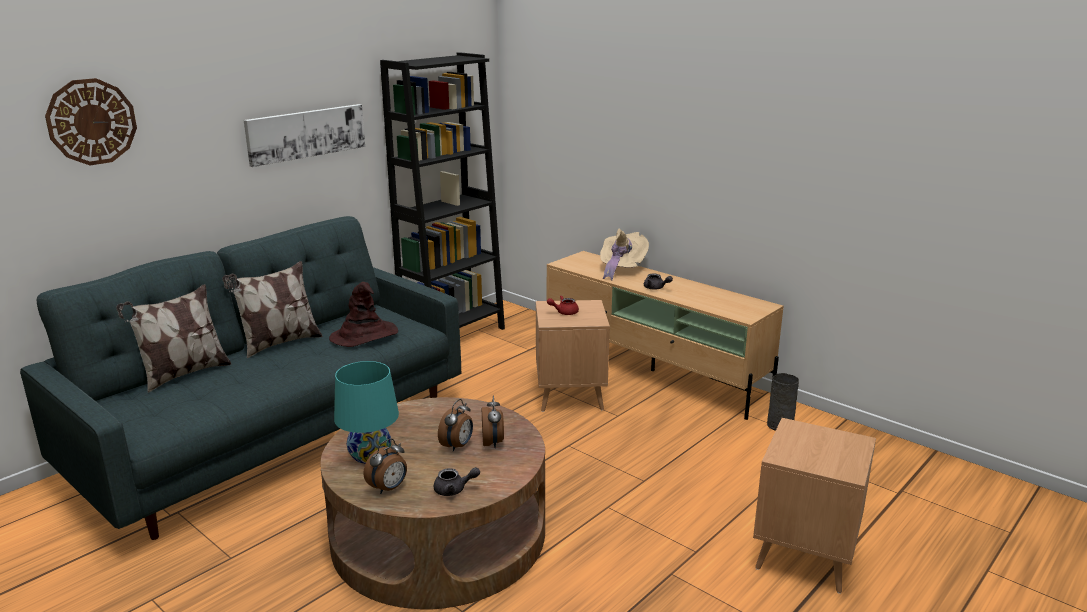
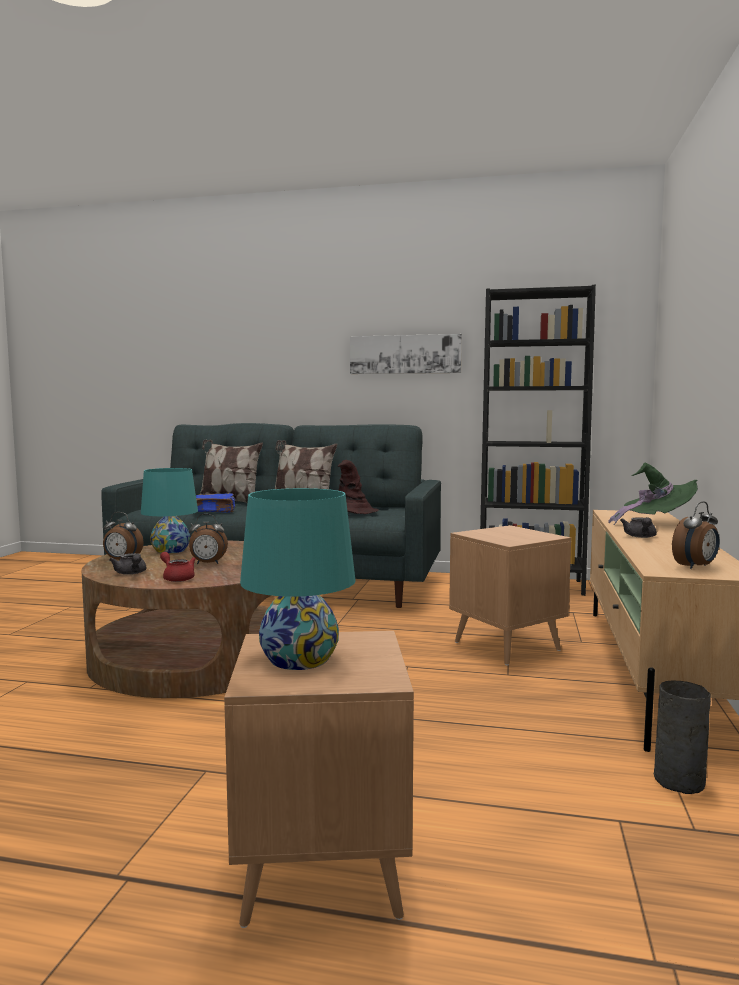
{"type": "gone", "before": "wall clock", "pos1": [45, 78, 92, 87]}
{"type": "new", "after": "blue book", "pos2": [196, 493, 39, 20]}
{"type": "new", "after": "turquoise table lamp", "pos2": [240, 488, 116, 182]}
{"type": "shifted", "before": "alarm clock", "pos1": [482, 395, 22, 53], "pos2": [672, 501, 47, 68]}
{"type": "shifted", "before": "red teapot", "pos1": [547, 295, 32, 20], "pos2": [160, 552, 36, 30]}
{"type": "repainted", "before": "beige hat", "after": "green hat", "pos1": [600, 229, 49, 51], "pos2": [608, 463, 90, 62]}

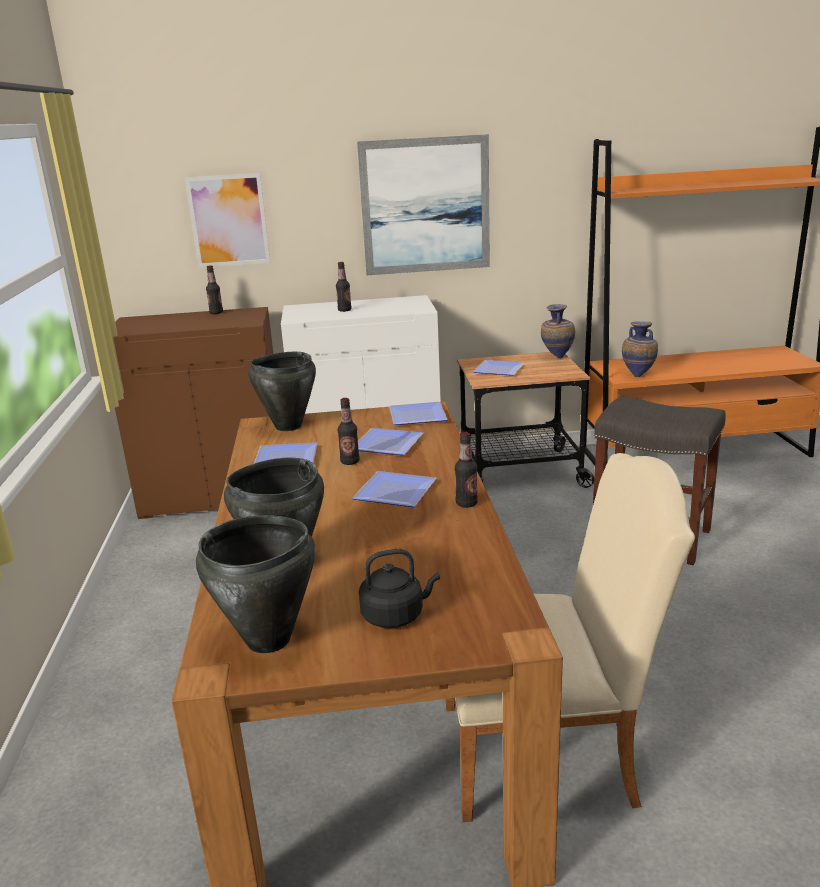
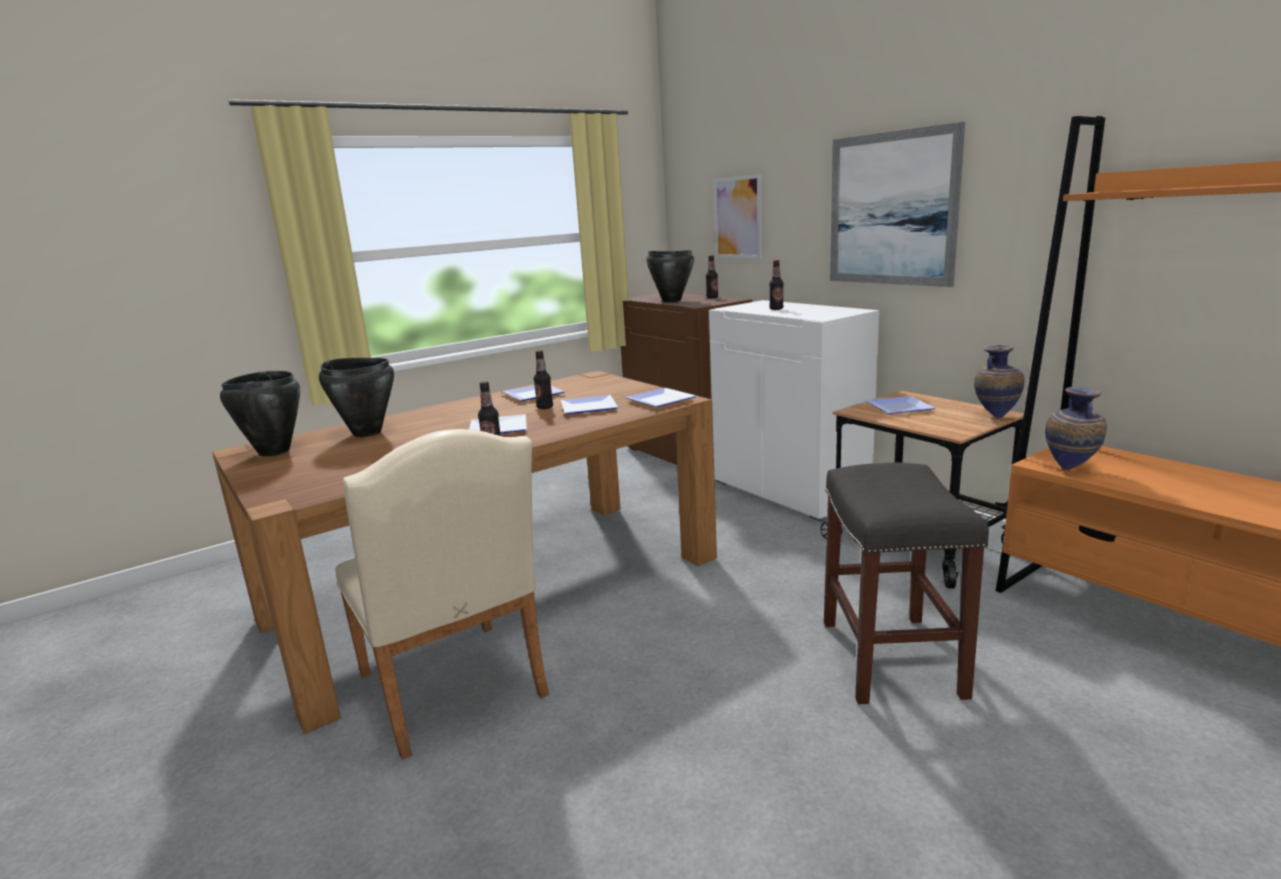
{"type": "gone", "before": "black kettle", "pos1": [359, 549, 81, 79]}
{"type": "shifted", "before": "black cooking pot", "pos1": [248, 352, 68, 79], "pos2": [646, 250, 48, 53]}

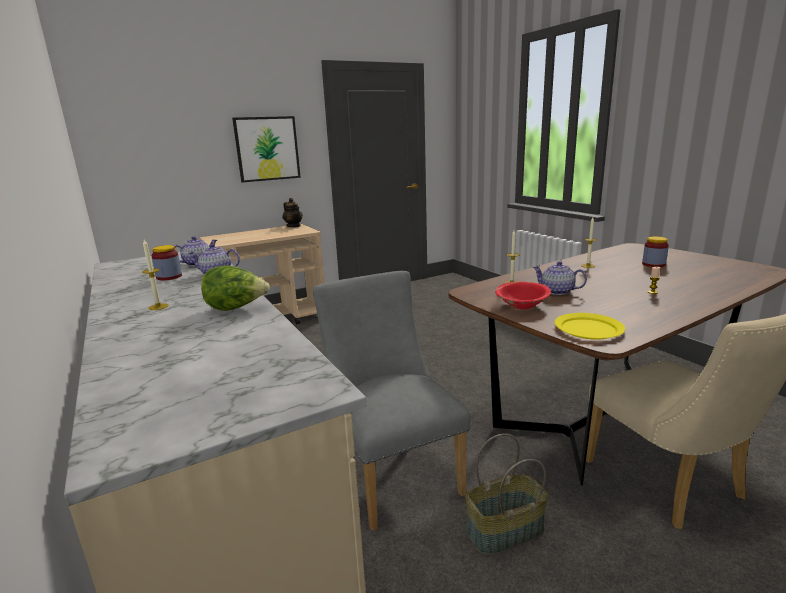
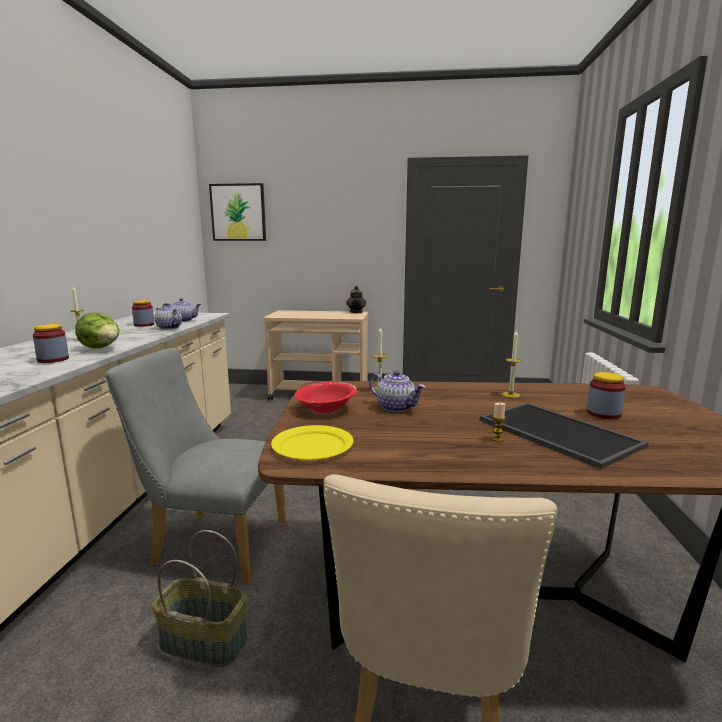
{"type": "new", "after": "jar", "pos2": [33, 324, 36, 39]}
{"type": "new", "after": "tray", "pos2": [480, 403, 168, 66]}
{"type": "shifted", "before": "picture", "pos1": [232, 116, 69, 66], "pos2": [209, 183, 57, 58]}
{"type": "rotated", "before": "grey chair", "pos1": [313, 271, 157, 260], "pos2": [105, 348, 181, 236], "turn": -90}
{"type": "rotated", "before": "teapot", "pos1": [533, 261, 54, 34], "pos2": [369, 370, 56, 42], "turn": 150}

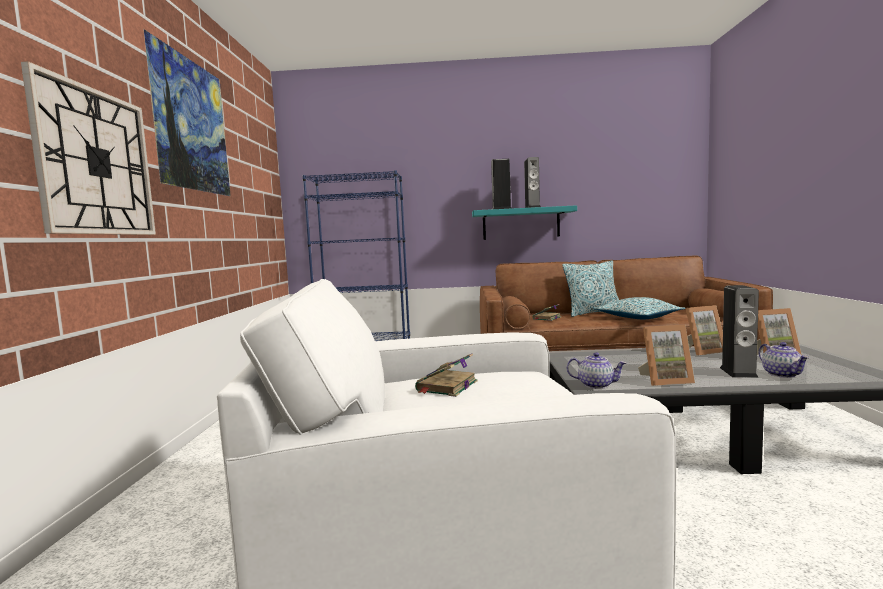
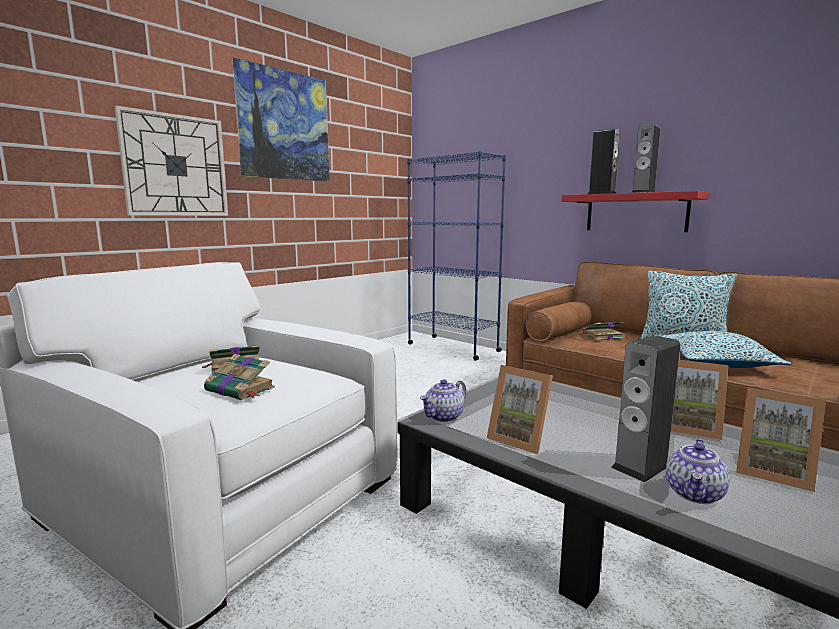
{"type": "new", "after": "book", "pos2": [204, 354, 71, 46]}
{"type": "repainted", "before": "turquoise shelf", "after": "red shelf", "pos1": [472, 205, 105, 35], "pos2": [561, 191, 148, 41]}
{"type": "rotated", "before": "teapot", "pos1": [567, 352, 60, 37], "pos2": [420, 379, 46, 43], "turn": 75}

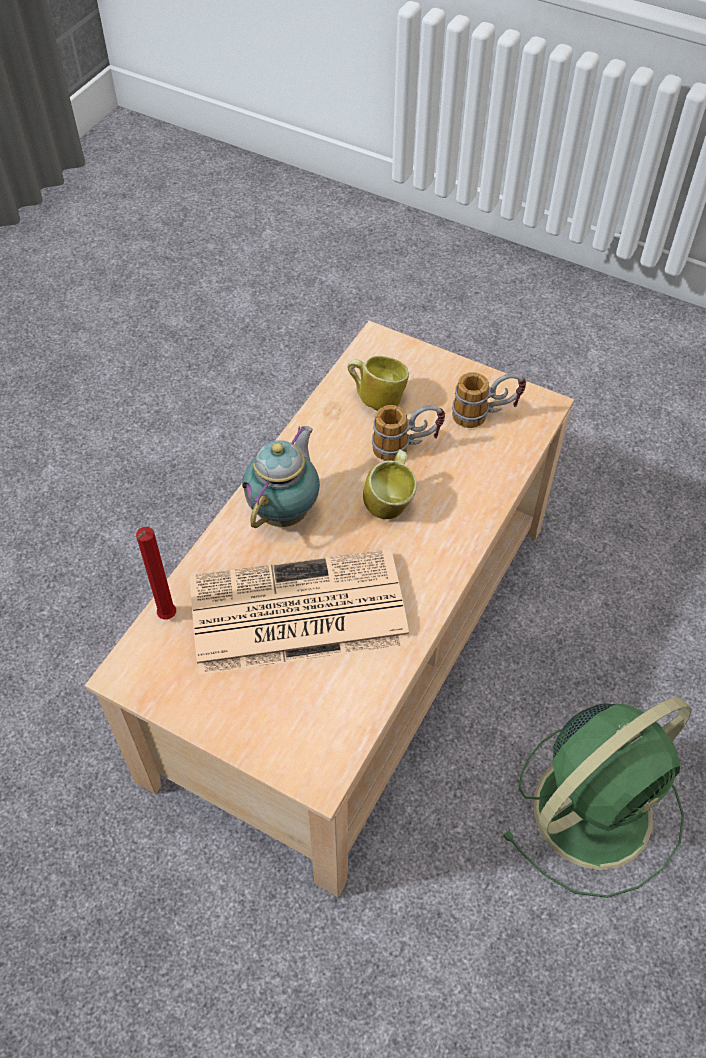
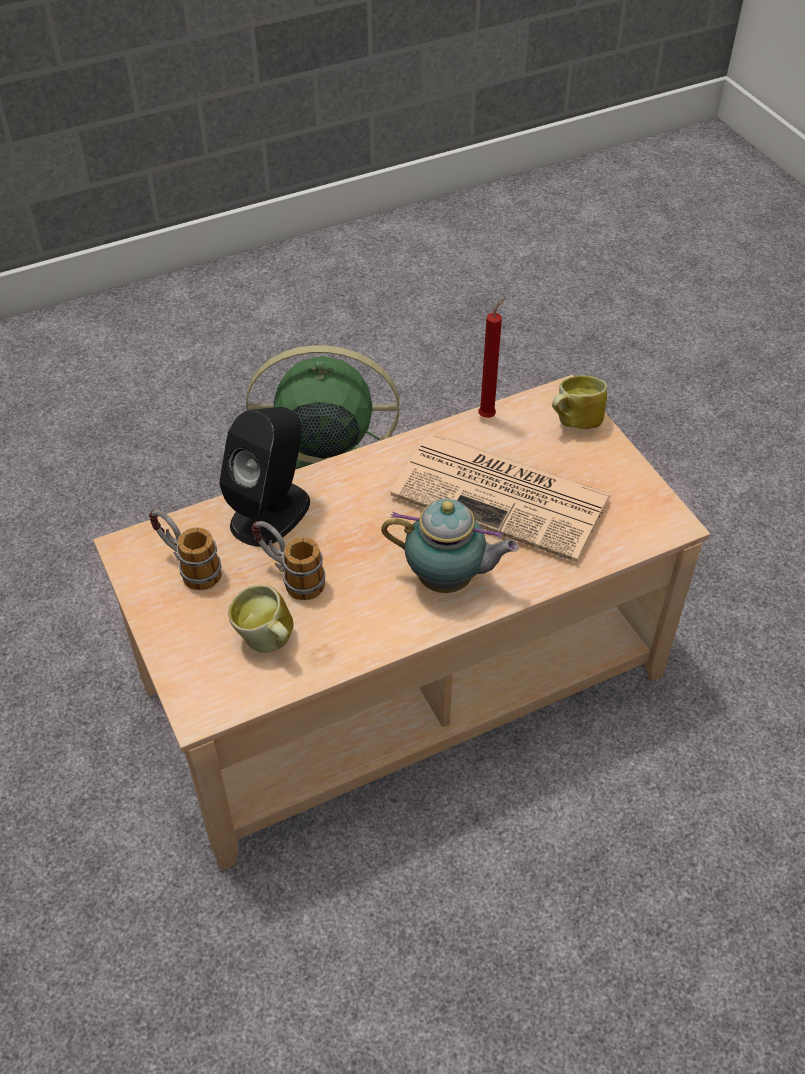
{"type": "new", "after": "black speaker", "pos2": [219, 407, 91, 140]}
{"type": "shifted", "before": "red candle", "pos1": [136, 527, 40, 93], "pos2": [479, 297, 26, 121]}
{"type": "shifted", "before": "mug", "pos1": [363, 449, 54, 70], "pos2": [552, 376, 55, 53]}
{"type": "rotated", "before": "teapot", "pos1": [242, 426, 78, 102], "pos2": [381, 499, 138, 94], "turn": -135}

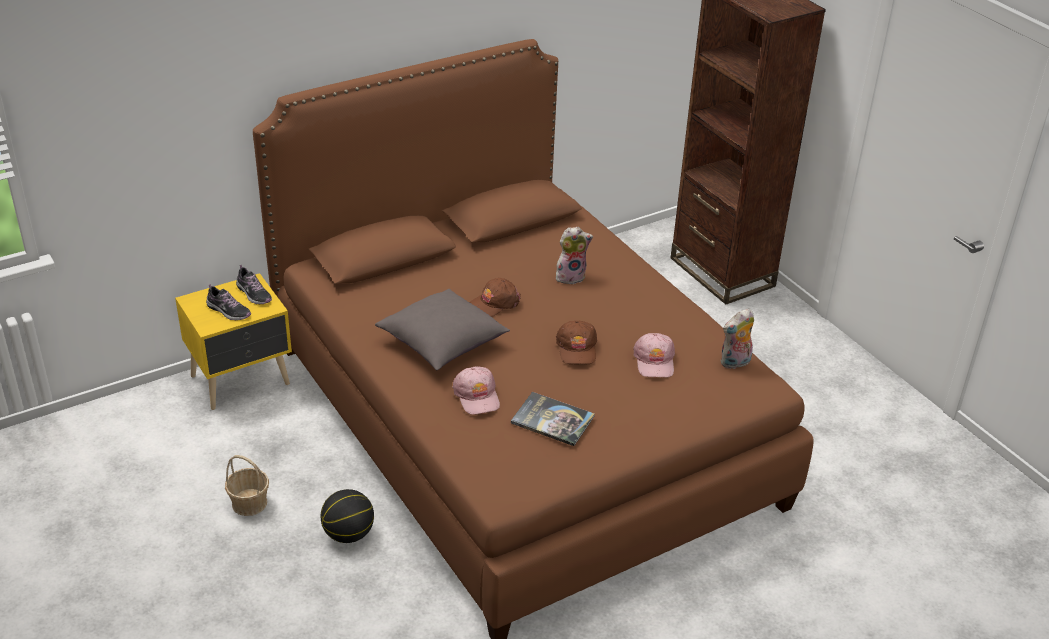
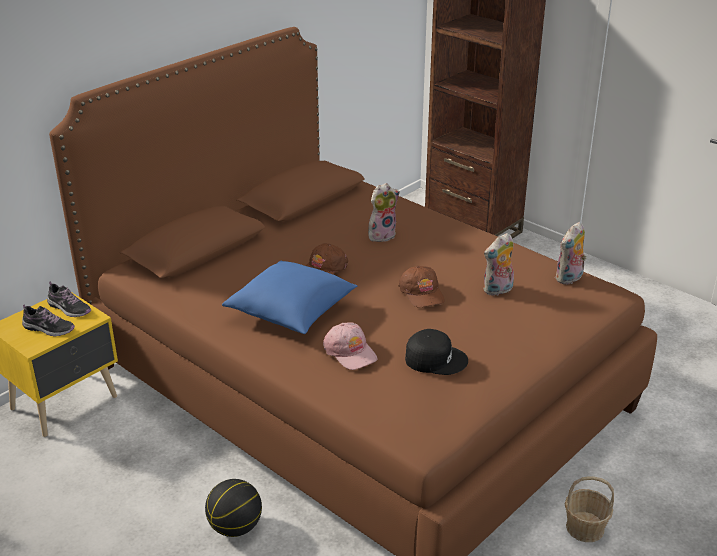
{"type": "shifted", "before": "basket", "pos1": [225, 455, 44, 61], "pos2": [565, 476, 49, 66]}
{"type": "swapped", "before": "book", "after": "black cap", "pos1": [511, 392, 84, 54], "pos2": [405, 329, 63, 46]}
{"type": "swapped", "before": "pink cap", "after": "plush toy", "pos1": [633, 333, 42, 45], "pos2": [484, 233, 30, 63]}
{"type": "repainted", "before": "grey pillow", "after": "blue pillow", "pos1": [375, 289, 135, 81], "pos2": [222, 261, 135, 73]}

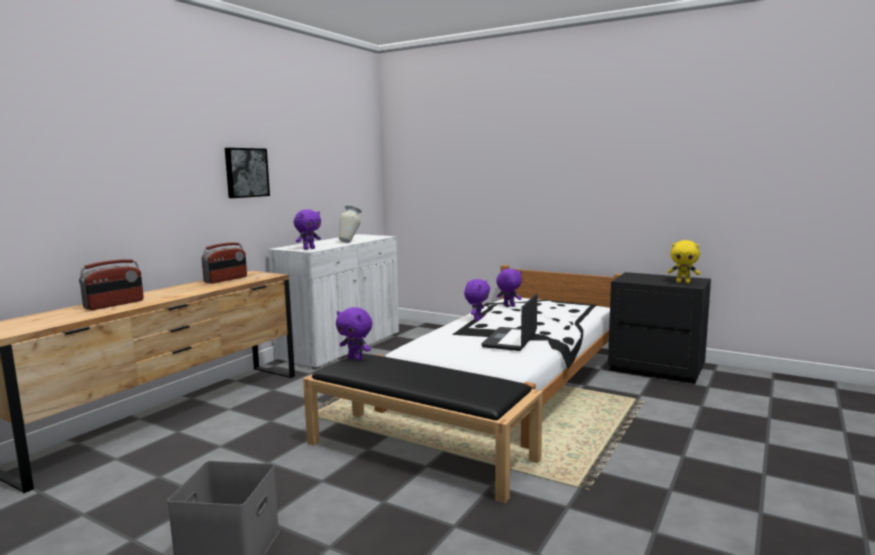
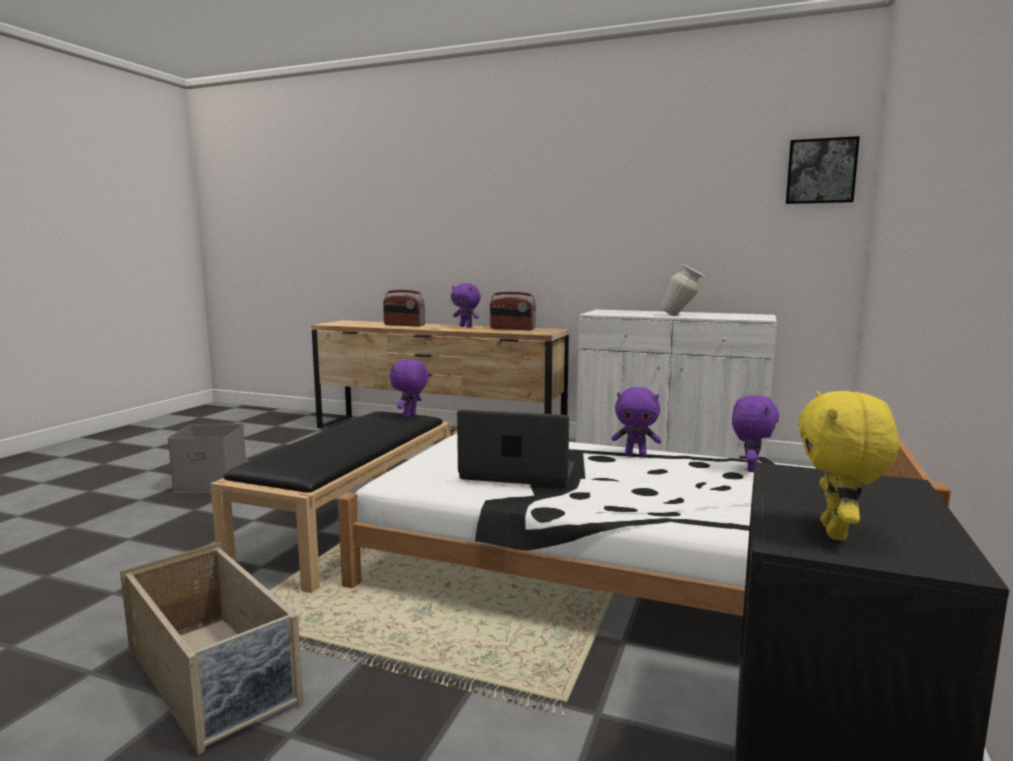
{"type": "new", "after": "beige storage box", "pos2": [120, 542, 184, 213]}
{"type": "shifted", "before": "picture", "pos1": [225, 148, 45, 50], "pos2": [786, 136, 74, 68]}
{"type": "shifted", "before": "purple plush toy", "pos1": [294, 209, 27, 41], "pos2": [451, 283, 30, 44]}

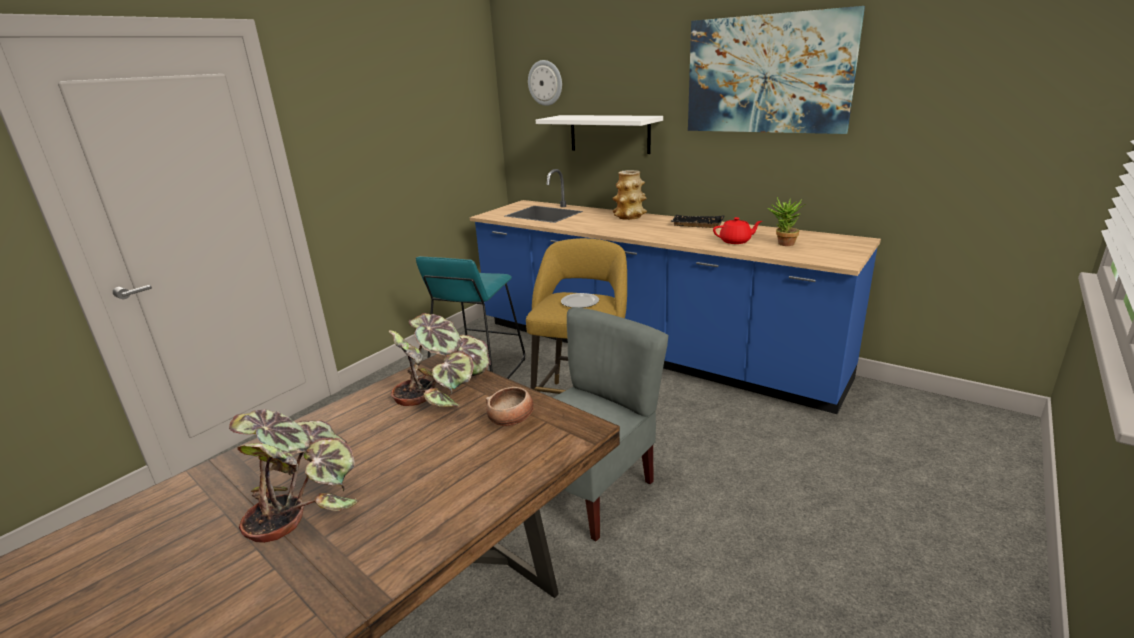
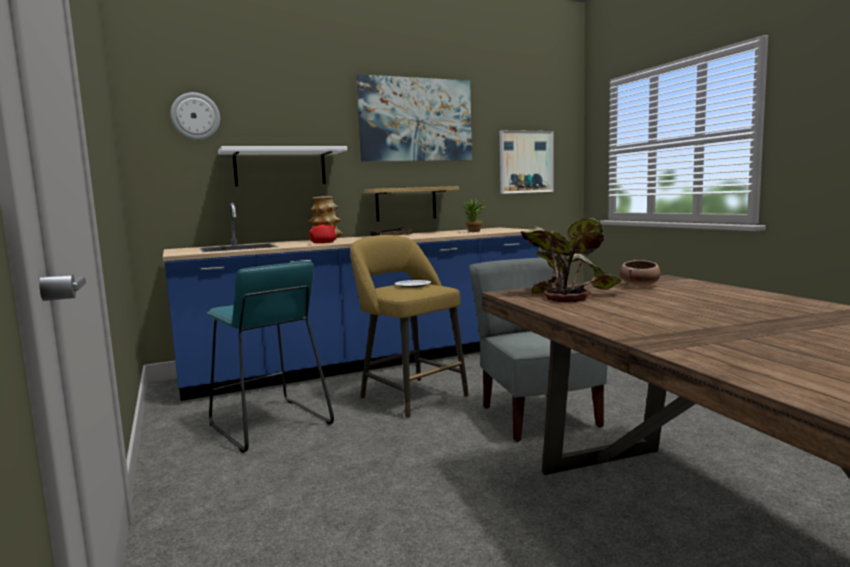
{"type": "gone", "before": "potted plant", "pos1": [229, 409, 129, 134]}
{"type": "new", "after": "shelf", "pos2": [364, 186, 95, 36]}
{"type": "new", "after": "picture", "pos2": [500, 130, 54, 64]}
{"type": "shifted", "before": "red teapot", "pos1": [713, 217, 49, 27], "pos2": [309, 222, 27, 21]}

